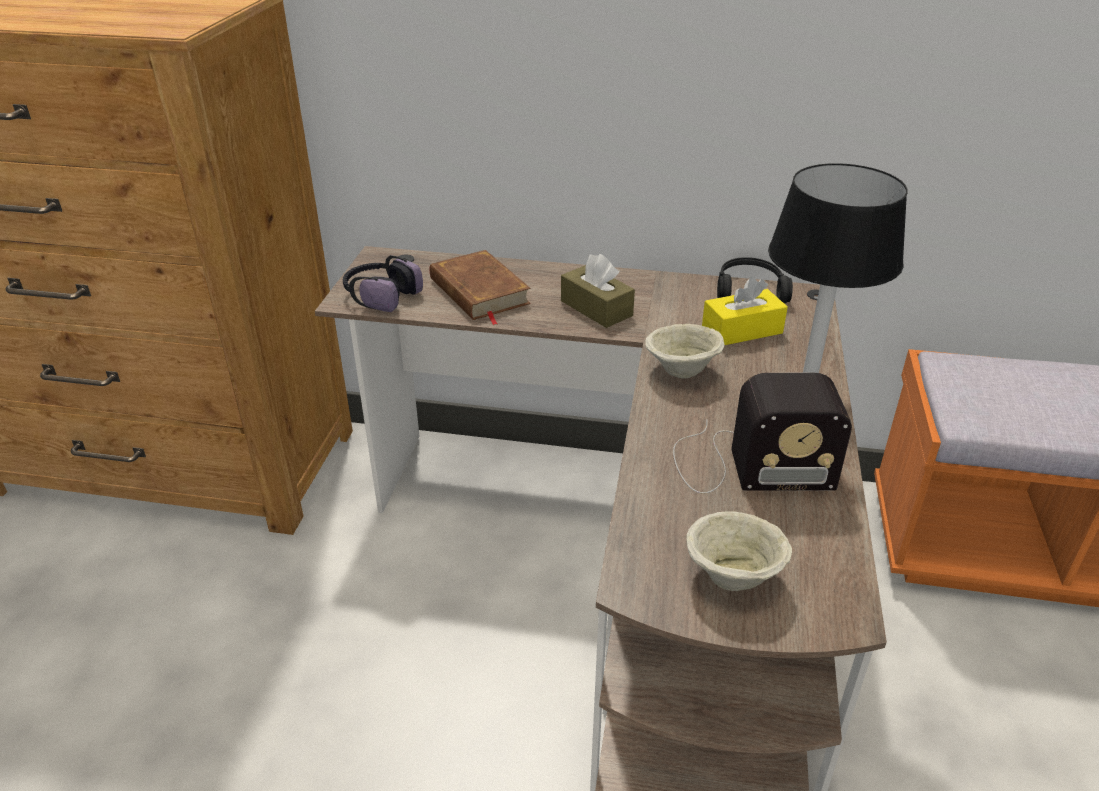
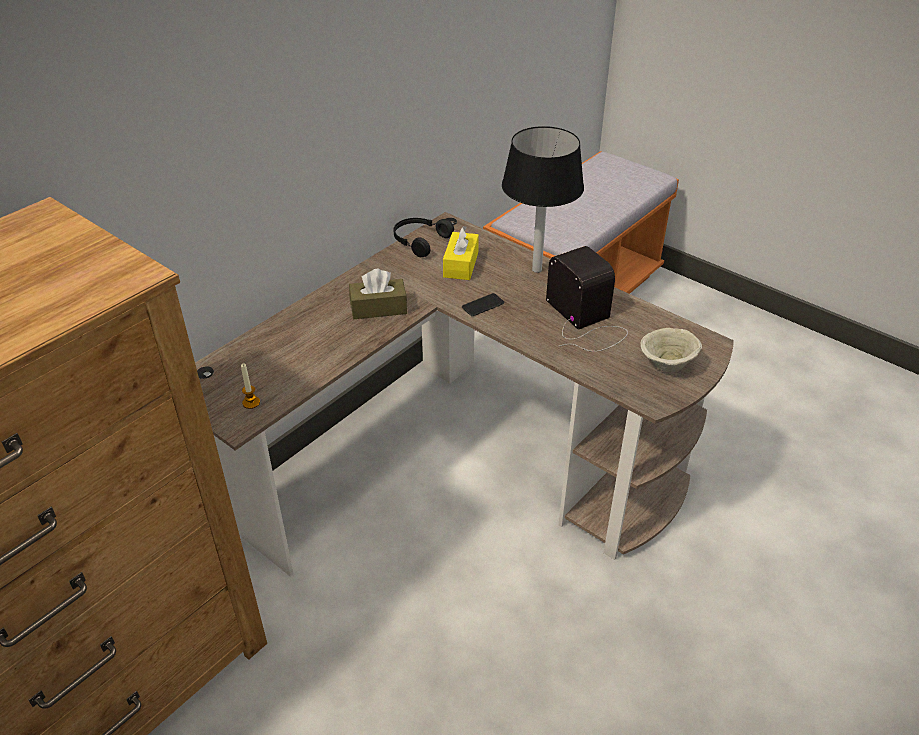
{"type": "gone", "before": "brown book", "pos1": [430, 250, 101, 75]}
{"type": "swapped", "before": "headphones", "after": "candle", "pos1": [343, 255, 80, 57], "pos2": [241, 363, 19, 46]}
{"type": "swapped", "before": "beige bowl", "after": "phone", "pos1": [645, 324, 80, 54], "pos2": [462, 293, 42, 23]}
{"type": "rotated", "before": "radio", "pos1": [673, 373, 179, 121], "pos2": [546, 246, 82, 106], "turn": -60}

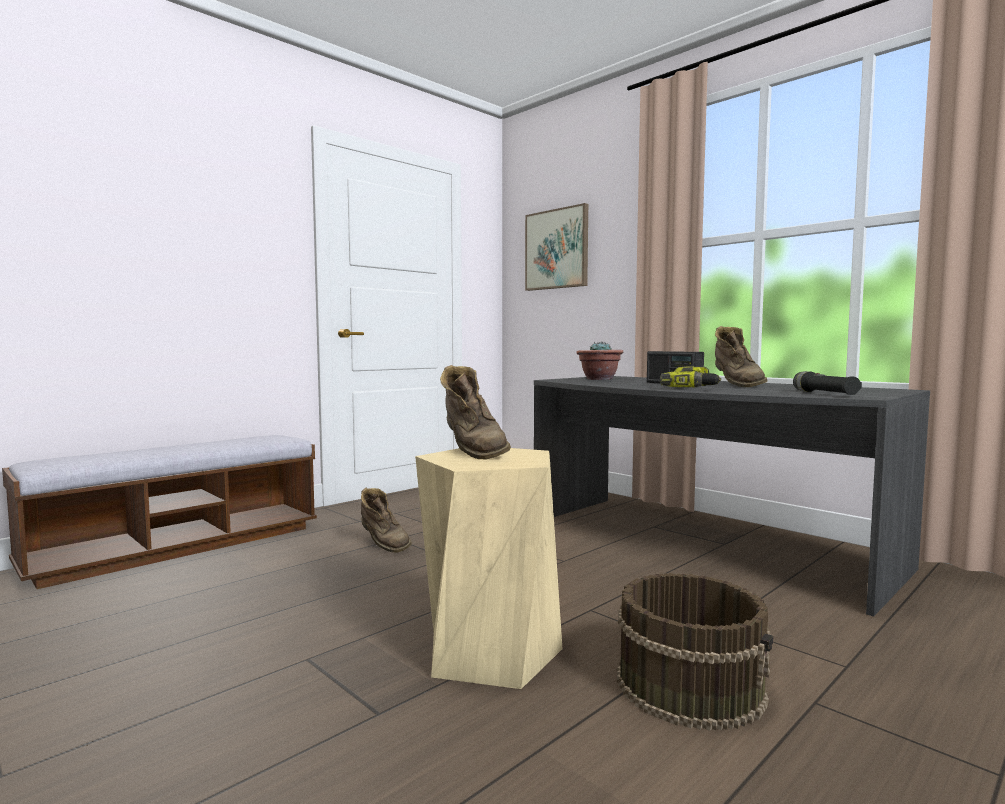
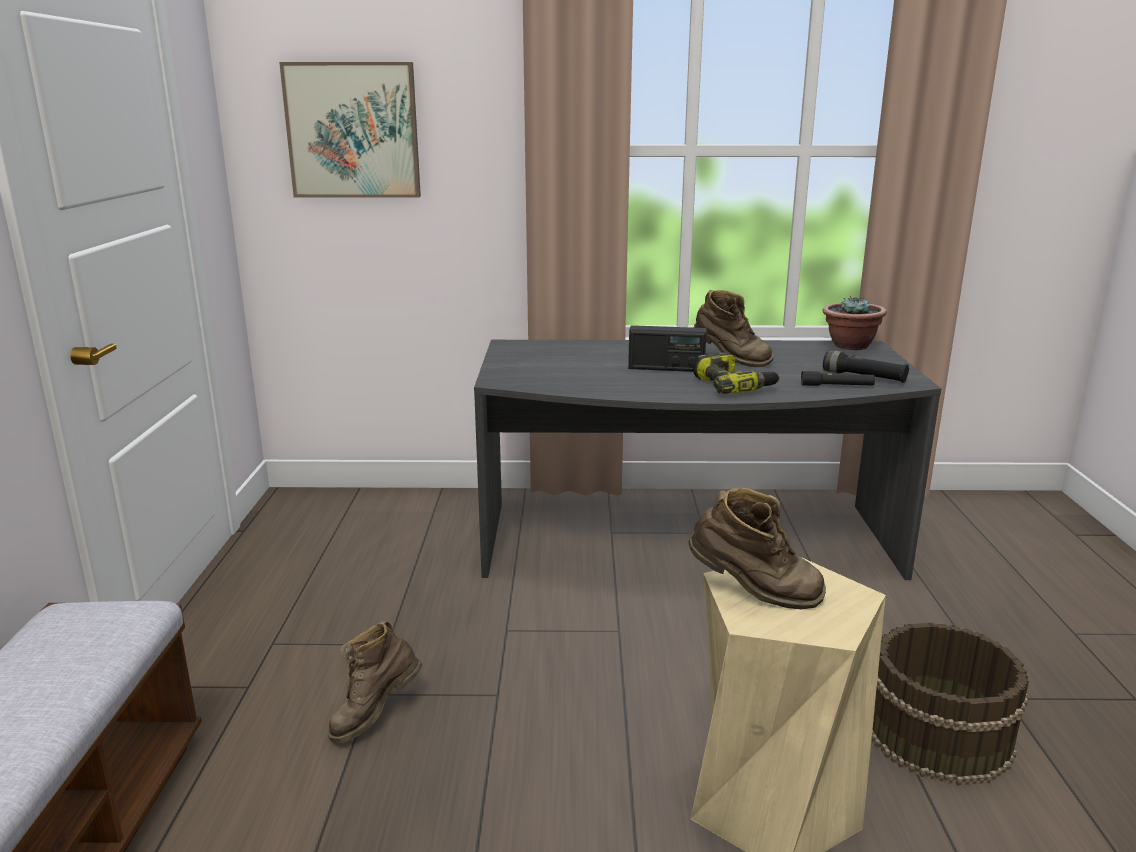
{"type": "new", "after": "black flashlight", "pos2": [801, 371, 74, 15]}
{"type": "shifted", "before": "potted plant", "pos1": [576, 342, 47, 38], "pos2": [822, 295, 65, 55]}
{"type": "rotated", "before": "brown boot", "pos1": [361, 488, 51, 65], "pos2": [328, 621, 94, 122], "turn": 135}

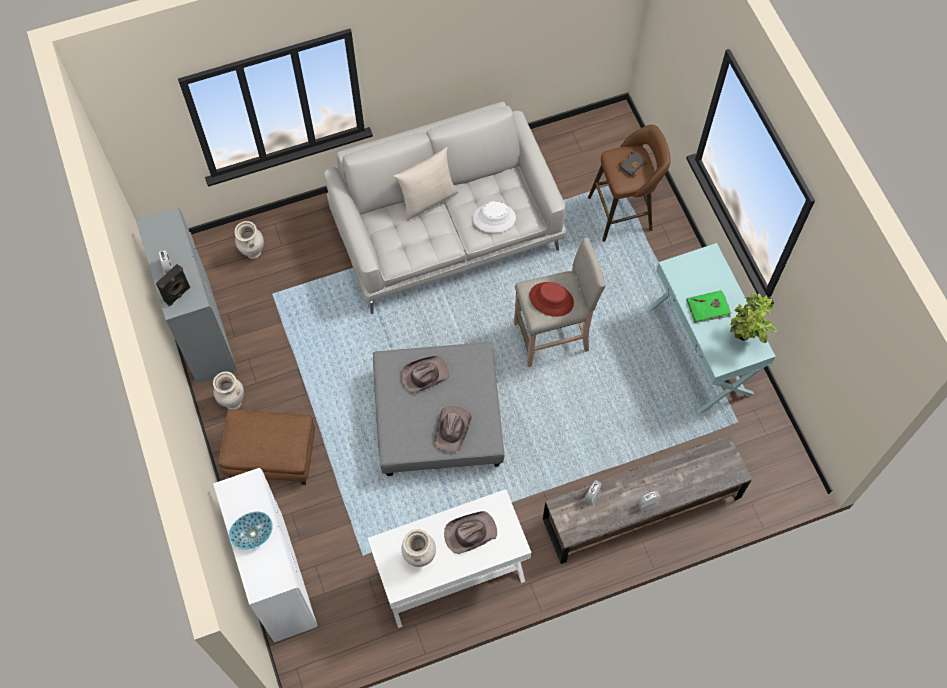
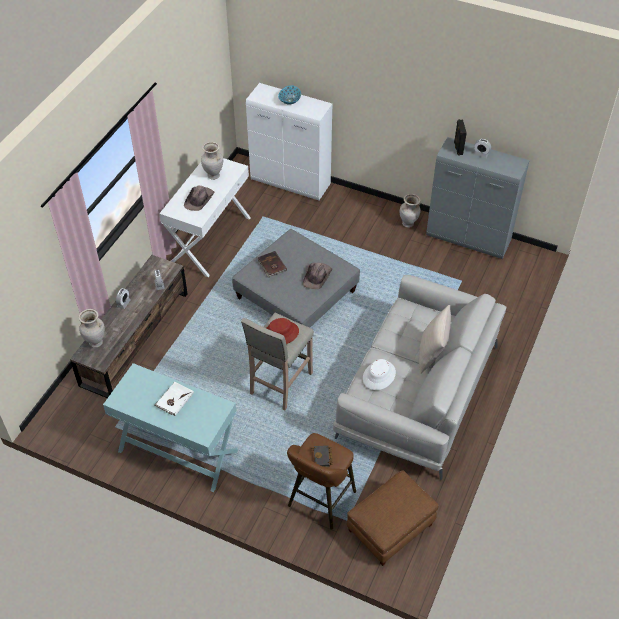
{"type": "gone", "before": "potted plant", "pos1": [730, 293, 47, 50]}
{"type": "shifted", "before": "brown ottoman", "pos1": [218, 409, 97, 76], "pos2": [347, 470, 92, 96]}
{"type": "shifted", "before": "beige vase", "pos1": [234, 221, 30, 38], "pos2": [79, 309, 26, 39]}
{"type": "swapped", "before": "brown hat", "after": "brown book", "pos1": [434, 406, 38, 46], "pos2": [258, 251, 29, 26]}
{"type": "repainted", "before": "green book", "after": "white book", "pos1": [686, 290, 46, 33], "pos2": [155, 382, 39, 34]}

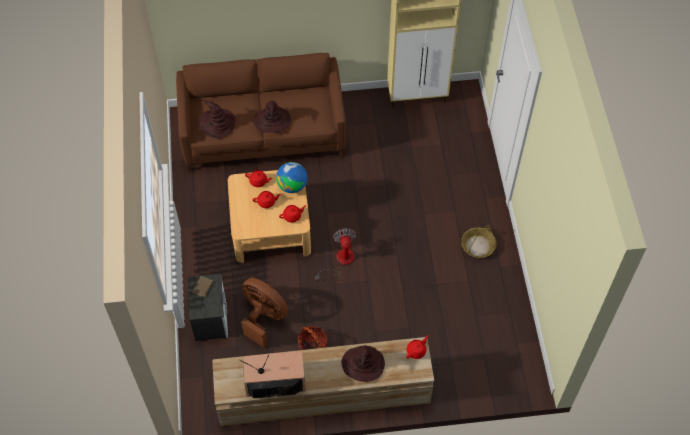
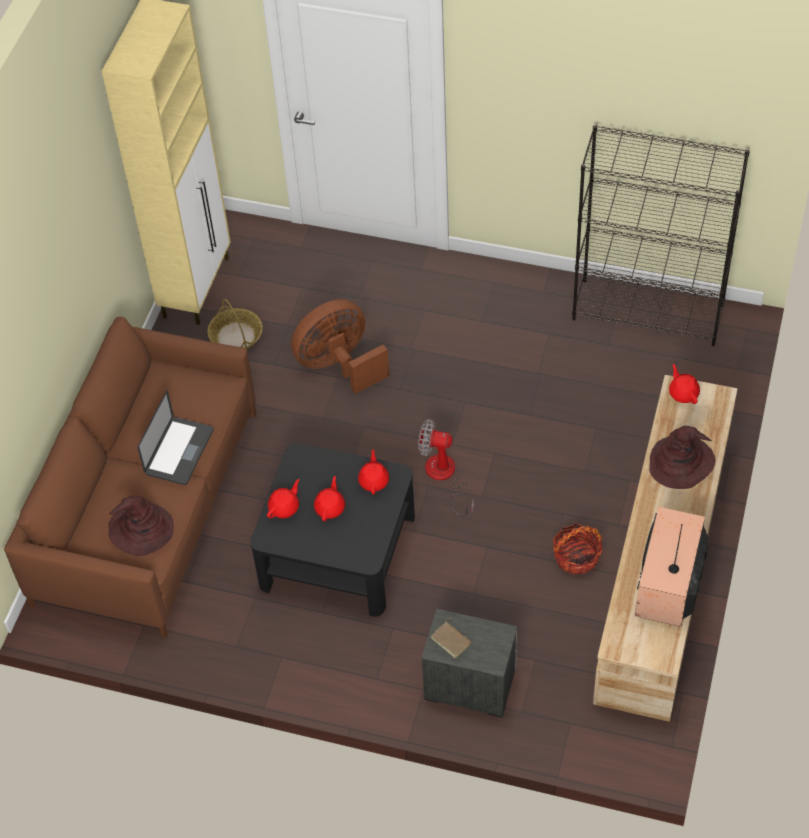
{"type": "gone", "before": "globe", "pos1": [276, 162, 31, 31]}
{"type": "new", "after": "black bookcase", "pos2": [572, 125, 177, 221]}
{"type": "shifted", "before": "brown fan", "pos1": [241, 278, 47, 70], "pos2": [291, 299, 98, 95]}
{"type": "shifted", "before": "basket", "pos1": [461, 225, 36, 33], "pos2": [207, 299, 56, 51]}
{"type": "swapped", "before": "brown hat", "after": "laptop", "pos1": [253, 101, 38, 32], "pos2": [137, 390, 77, 95]}
{"type": "repainted", "before": "beige coffee table", "after": "black coffee table", "pos1": [228, 170, 83, 93], "pos2": [250, 443, 165, 174]}

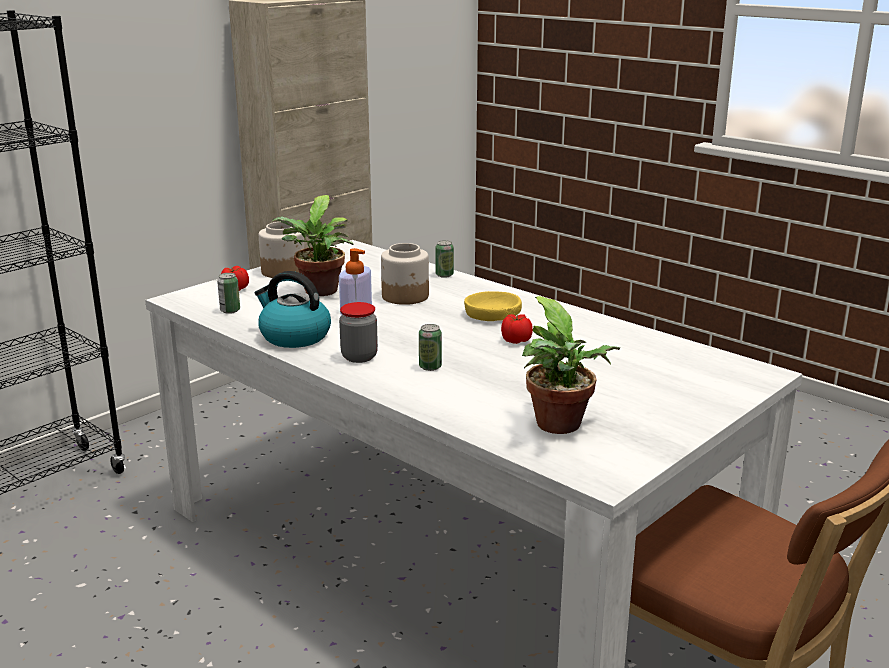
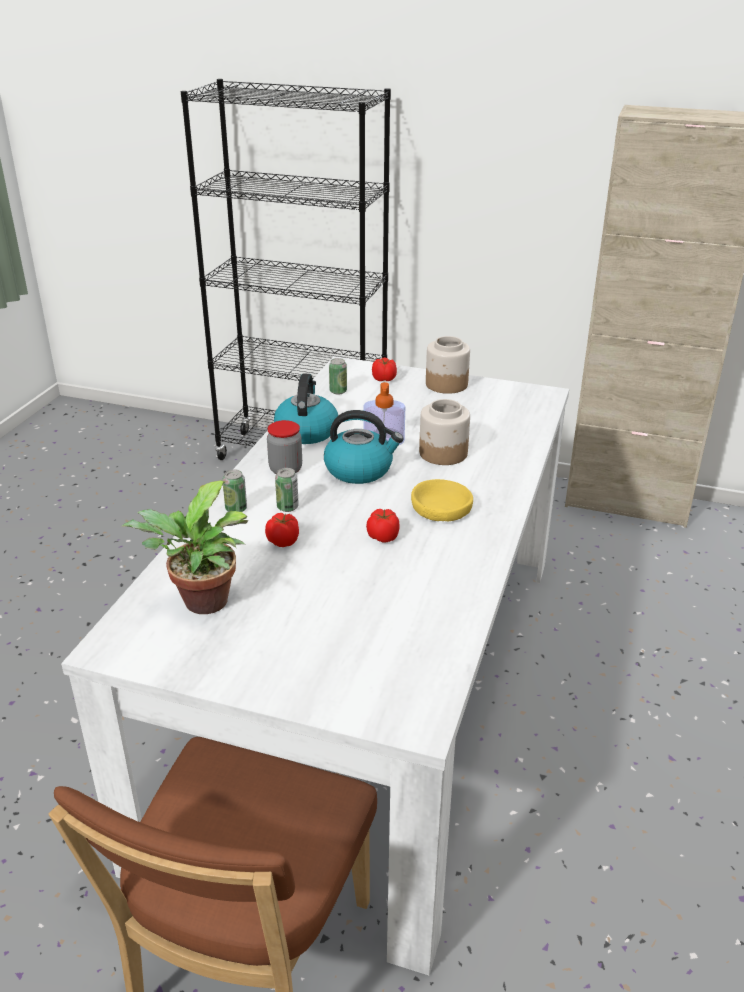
{"type": "gone", "before": "potted plant", "pos1": [272, 195, 81, 101]}
{"type": "new", "after": "tomato", "pos2": [265, 513, 34, 34]}
{"type": "new", "after": "kettle", "pos2": [324, 410, 80, 74]}
{"type": "shifted", "before": "can", "pos1": [435, 240, 19, 38], "pos2": [222, 469, 25, 43]}

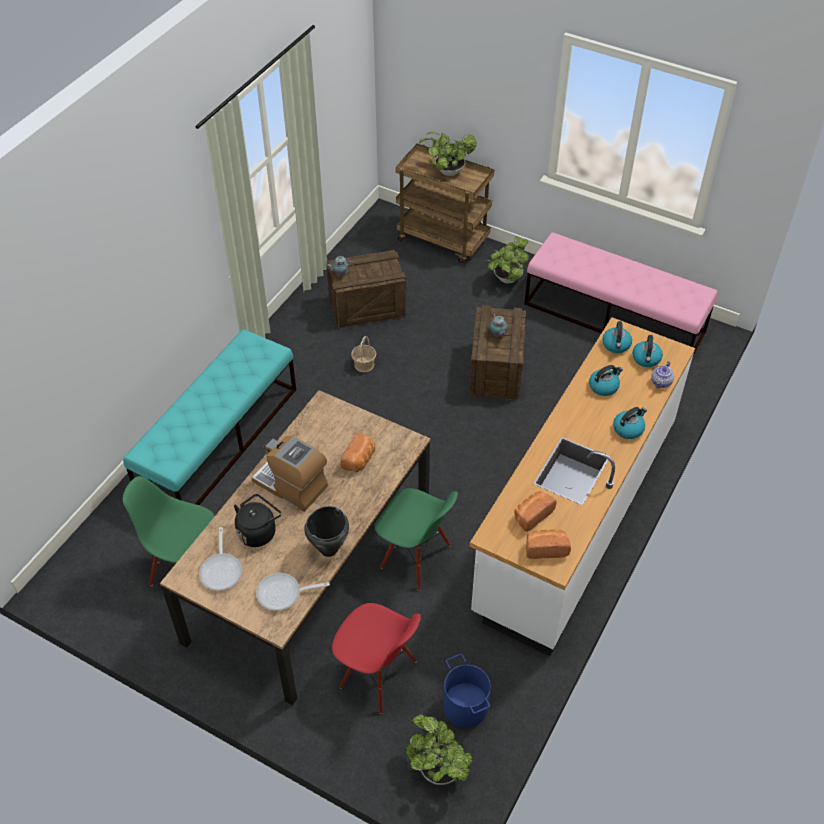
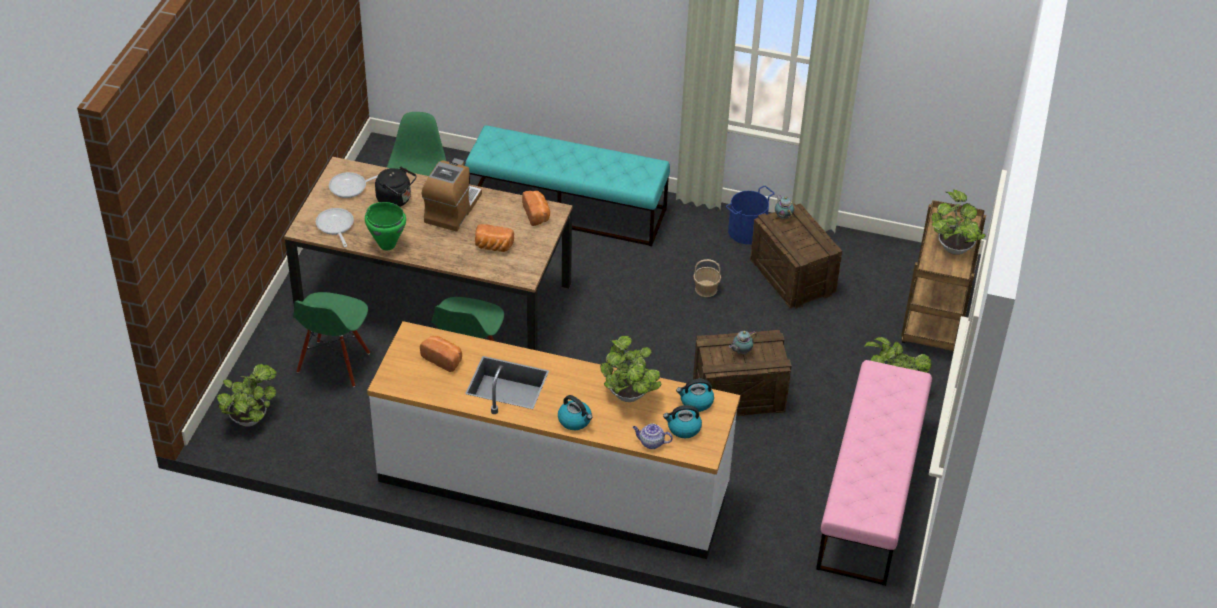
{"type": "shifted", "before": "blue bucket", "pos1": [443, 654, 48, 74], "pos2": [726, 186, 49, 58]}
{"type": "shifted", "before": "bread", "pos1": [526, 530, 45, 29], "pos2": [522, 191, 28, 35]}
{"type": "swapped", "before": "kettle", "after": "potted plant", "pos1": [589, 365, 34, 31], "pos2": [600, 335, 61, 67]}
{"type": "repainted", "before": "black cooking pot", "after": "green cooking pot", "pos1": [304, 506, 45, 51], "pos2": [365, 202, 41, 48]}
{"type": "repainted", "before": "red chair", "after": "green chair", "pos1": [332, 603, 89, 111], "pos2": [293, 292, 77, 95]}

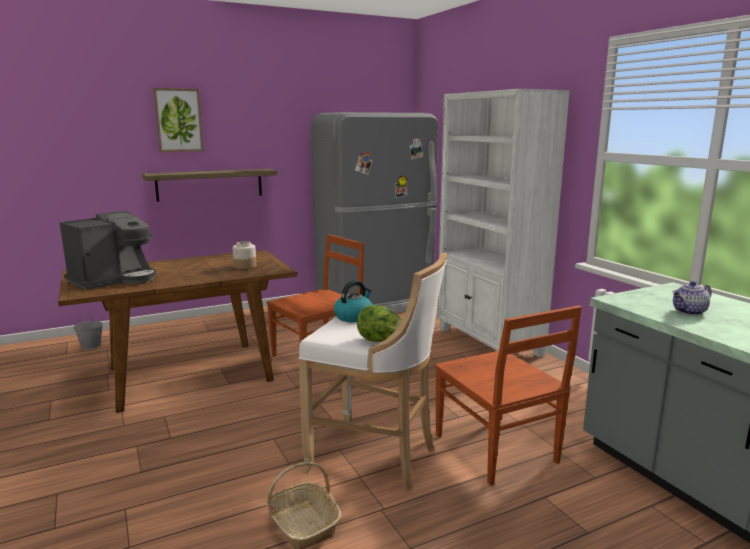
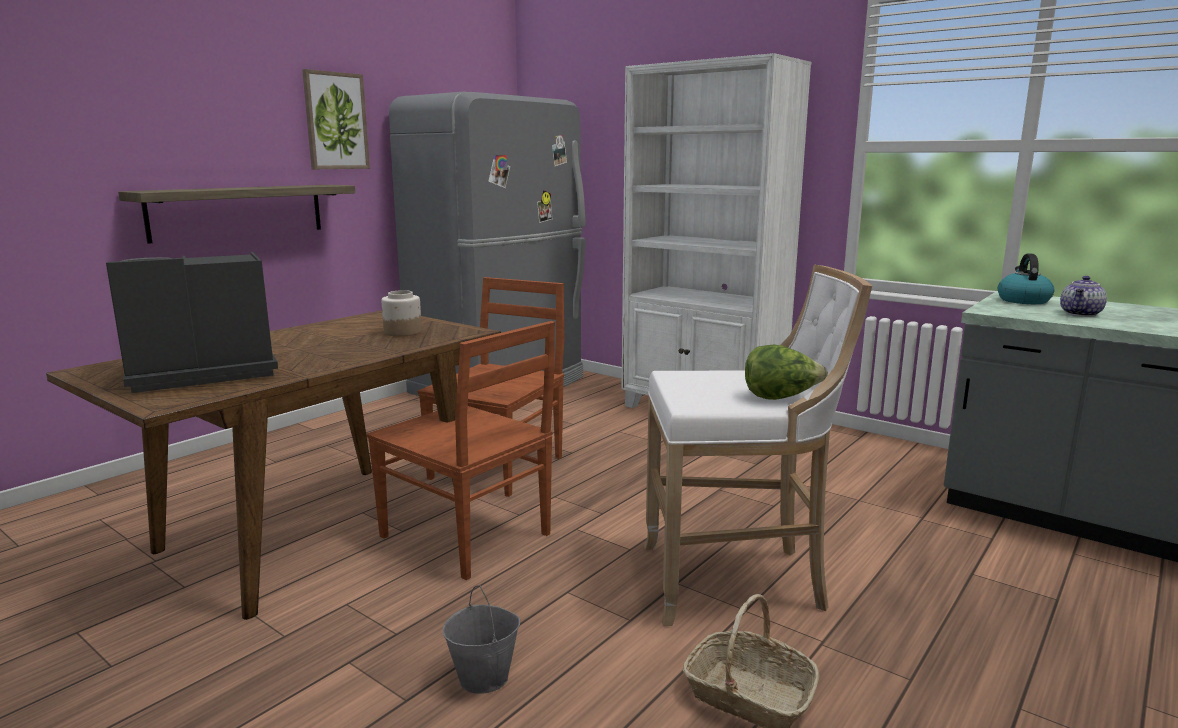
{"type": "shifted", "before": "grey bucket", "pos1": [74, 310, 29, 39], "pos2": [443, 585, 77, 109]}
{"type": "shifted", "before": "picture", "pos1": [153, 88, 51, 64], "pos2": [302, 69, 68, 100]}
{"type": "shifted", "before": "kettle", "pos1": [334, 281, 39, 41], "pos2": [998, 254, 57, 50]}
{"type": "shifted", "before": "brown chair", "pos1": [435, 306, 147, 180], "pos2": [366, 321, 189, 259]}
{"type": "rotated", "before": "coffee machine", "pos1": [60, 210, 96, 80], "pos2": [106, 252, 172, 141], "turn": -135}

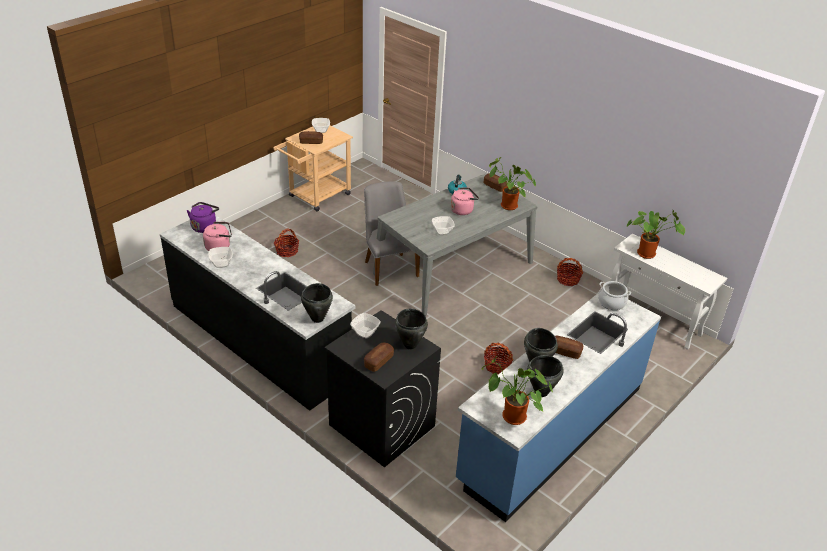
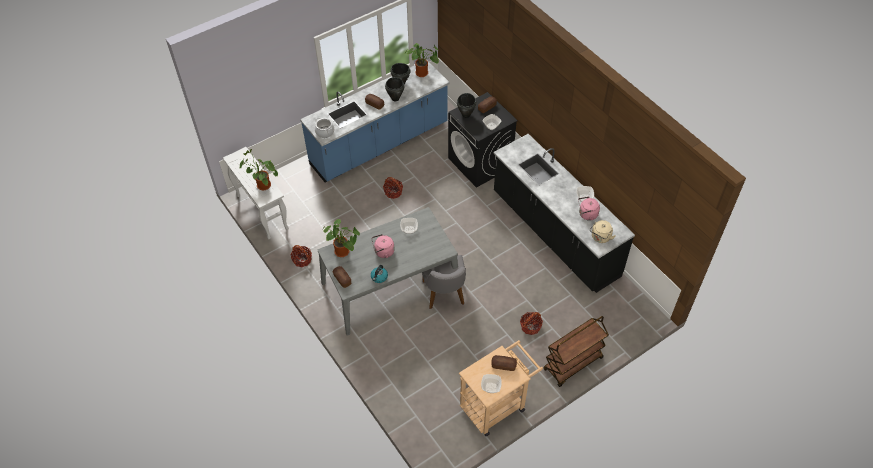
{"type": "gone", "before": "black cooking pot", "pos1": [301, 283, 32, 40]}
{"type": "new", "after": "brown cart", "pos2": [543, 316, 66, 71]}
{"type": "repainted", "before": "purple kettle", "after": "beige kettle", "pos1": [187, 202, 32, 31], "pos2": [590, 220, 26, 23]}

